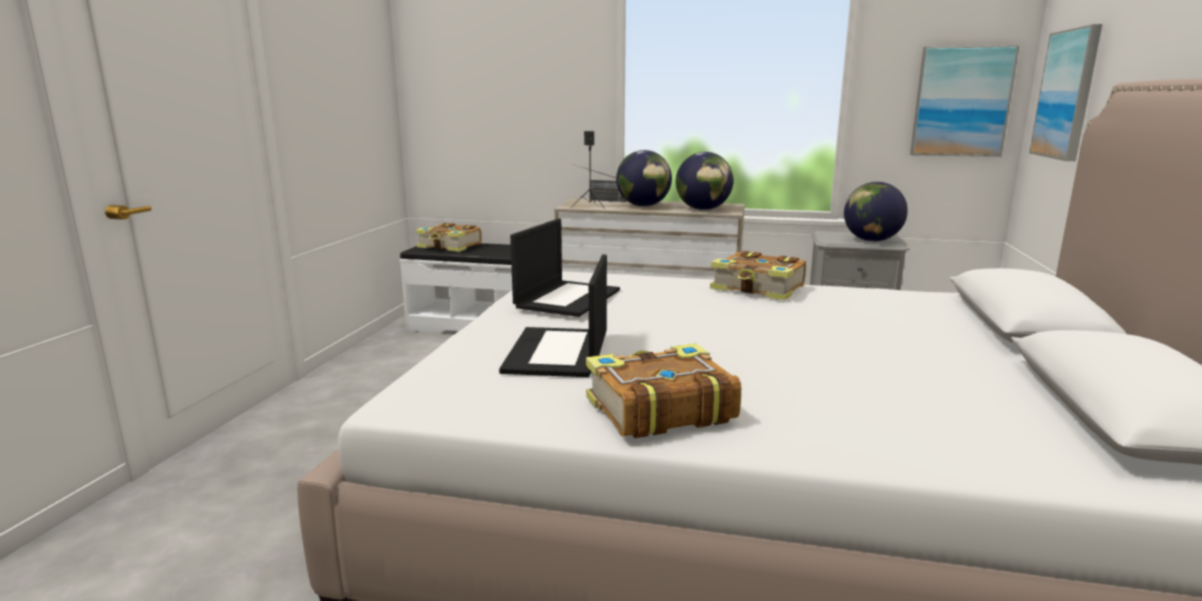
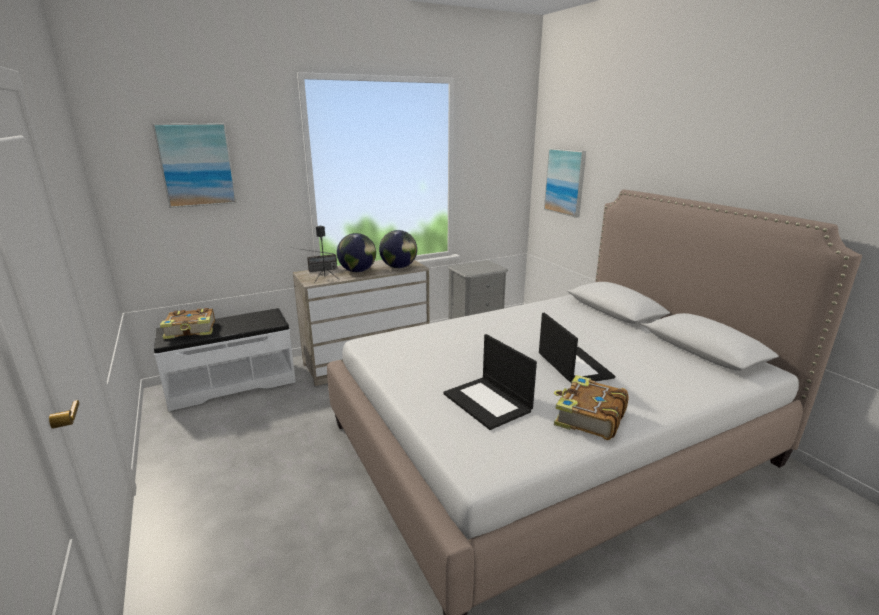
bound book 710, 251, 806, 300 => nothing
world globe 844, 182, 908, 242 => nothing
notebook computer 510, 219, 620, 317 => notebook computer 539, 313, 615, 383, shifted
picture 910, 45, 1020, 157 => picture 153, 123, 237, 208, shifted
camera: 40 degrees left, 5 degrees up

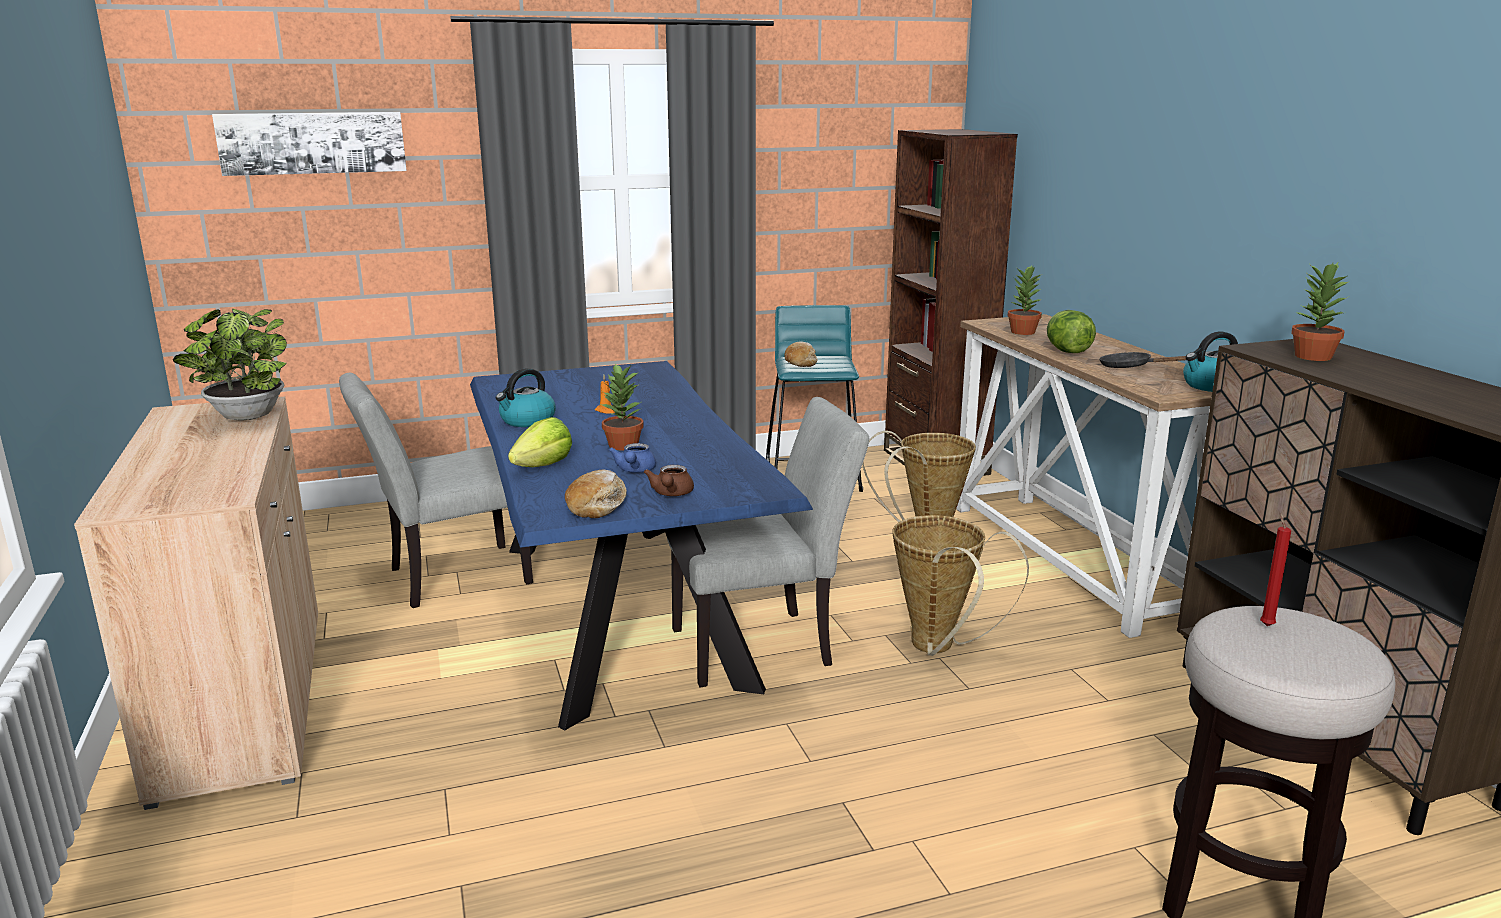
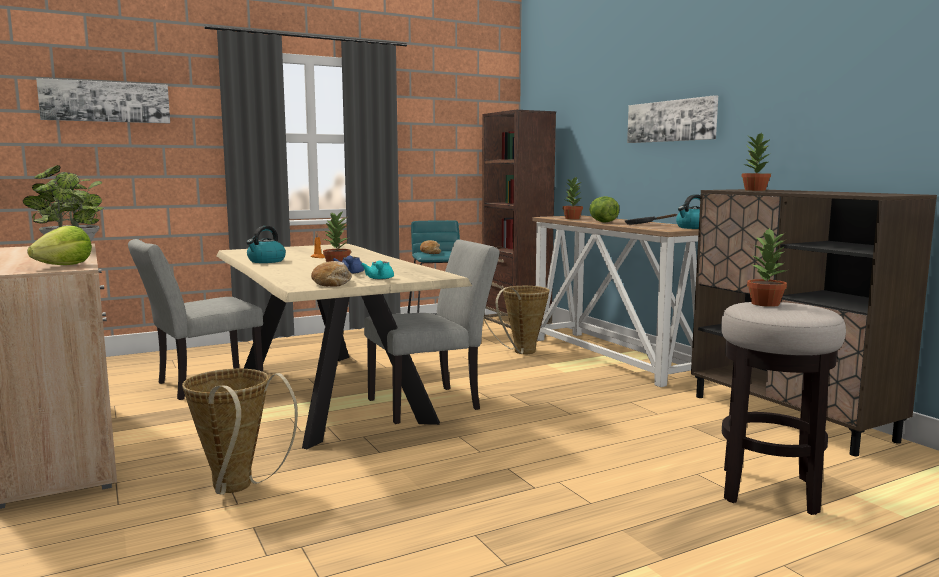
nothing => picture 627, 95, 718, 143
head of lettuce 508, 417, 572, 467 => head of lettuce 27, 226, 92, 265, shifted
basket 893, 515, 1029, 656 => basket 182, 369, 298, 495, shifted
wax candle (reddish) 1260, 513, 1291, 626 => plant in a pot 747, 228, 787, 307
dining table (bluish) 470, 361, 813, 731 => dining table (beige) 216, 244, 472, 449
teapot (brownish) 644, 465, 694, 496 => teapot (blue-green) 361, 260, 394, 279
camera: 10 degrees left, 10 degrees down

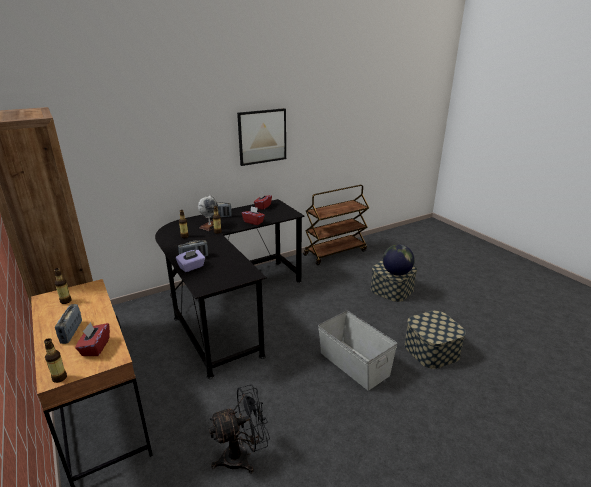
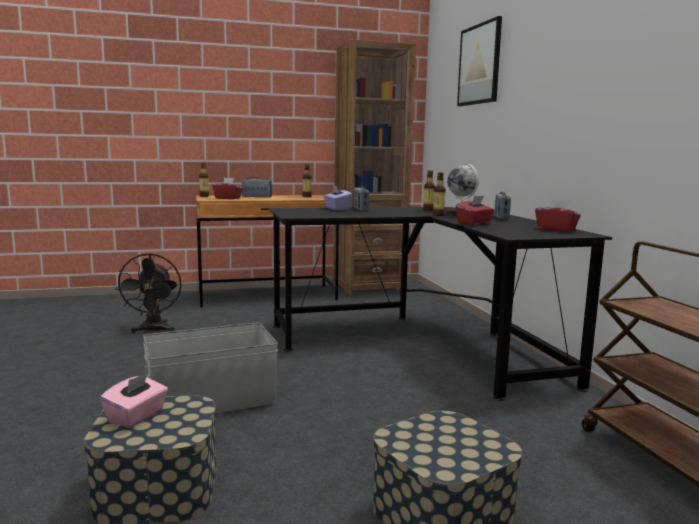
world globe 383, 244, 415, 276 => nothing
nothing => tissue box (pink) 100, 372, 168, 428
picture 237, 108, 286, 166 => picture 457, 16, 502, 106, shifted
camera: 105 degrees right, 15 degrees down

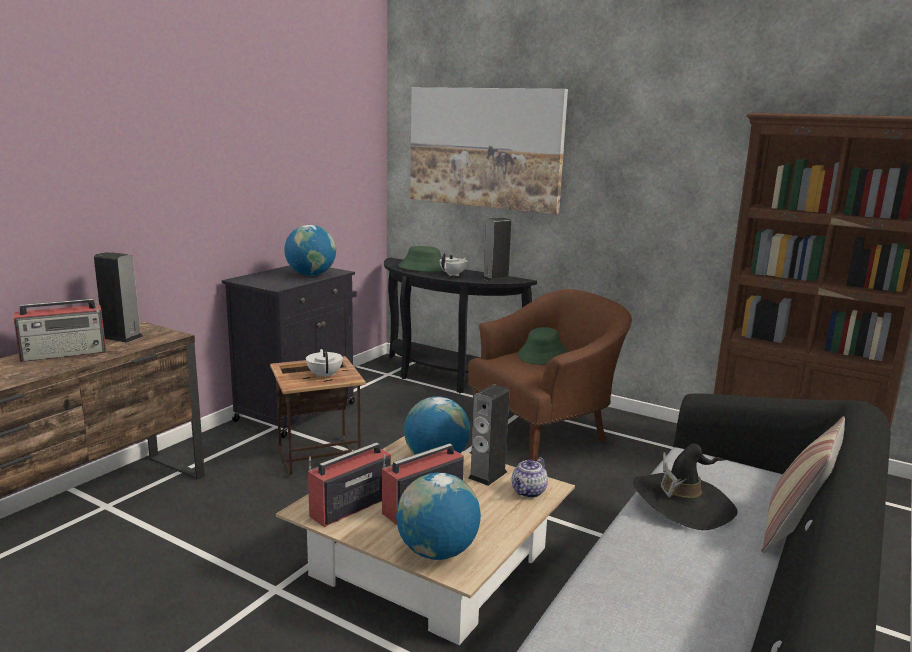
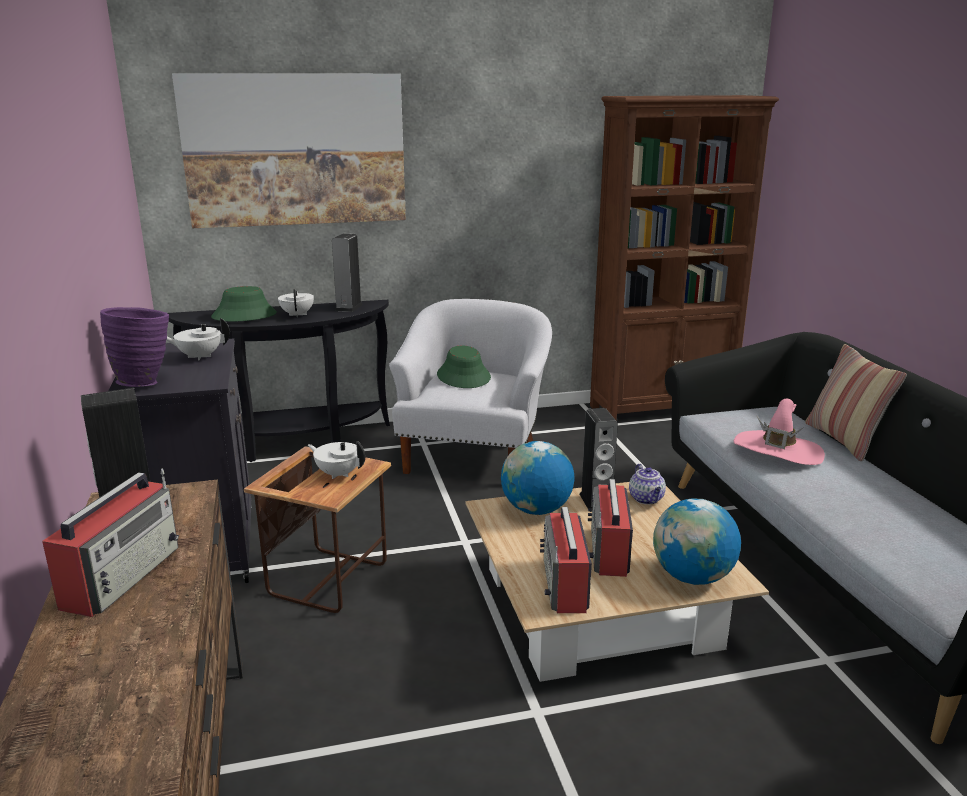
nothing => decorative vase (purplish) 100, 307, 169, 387
world globe 284, 225, 336, 276 => teapot (whitish) 166, 318, 230, 361
lounge chair (brownish) 468, 289, 632, 461 => lounge chair (whitish) 389, 299, 552, 474
hat (blackish) 633, 444, 738, 530 => hat (pink) 734, 399, 825, 465
camera: 45 degrees left, 5 degrees up

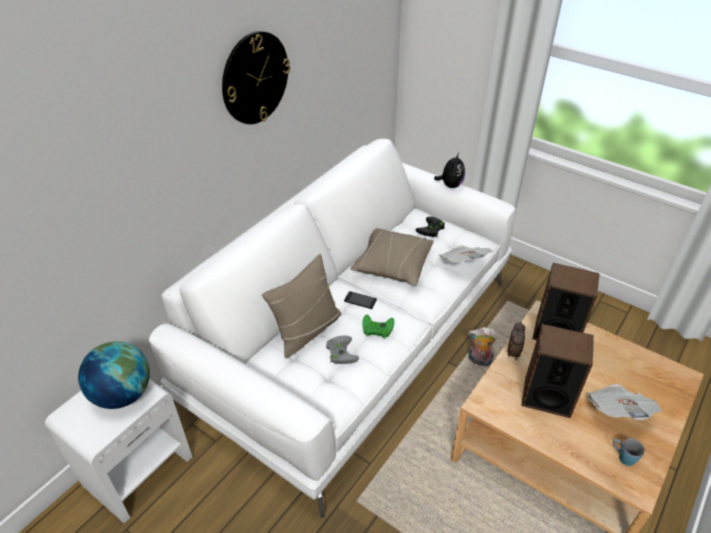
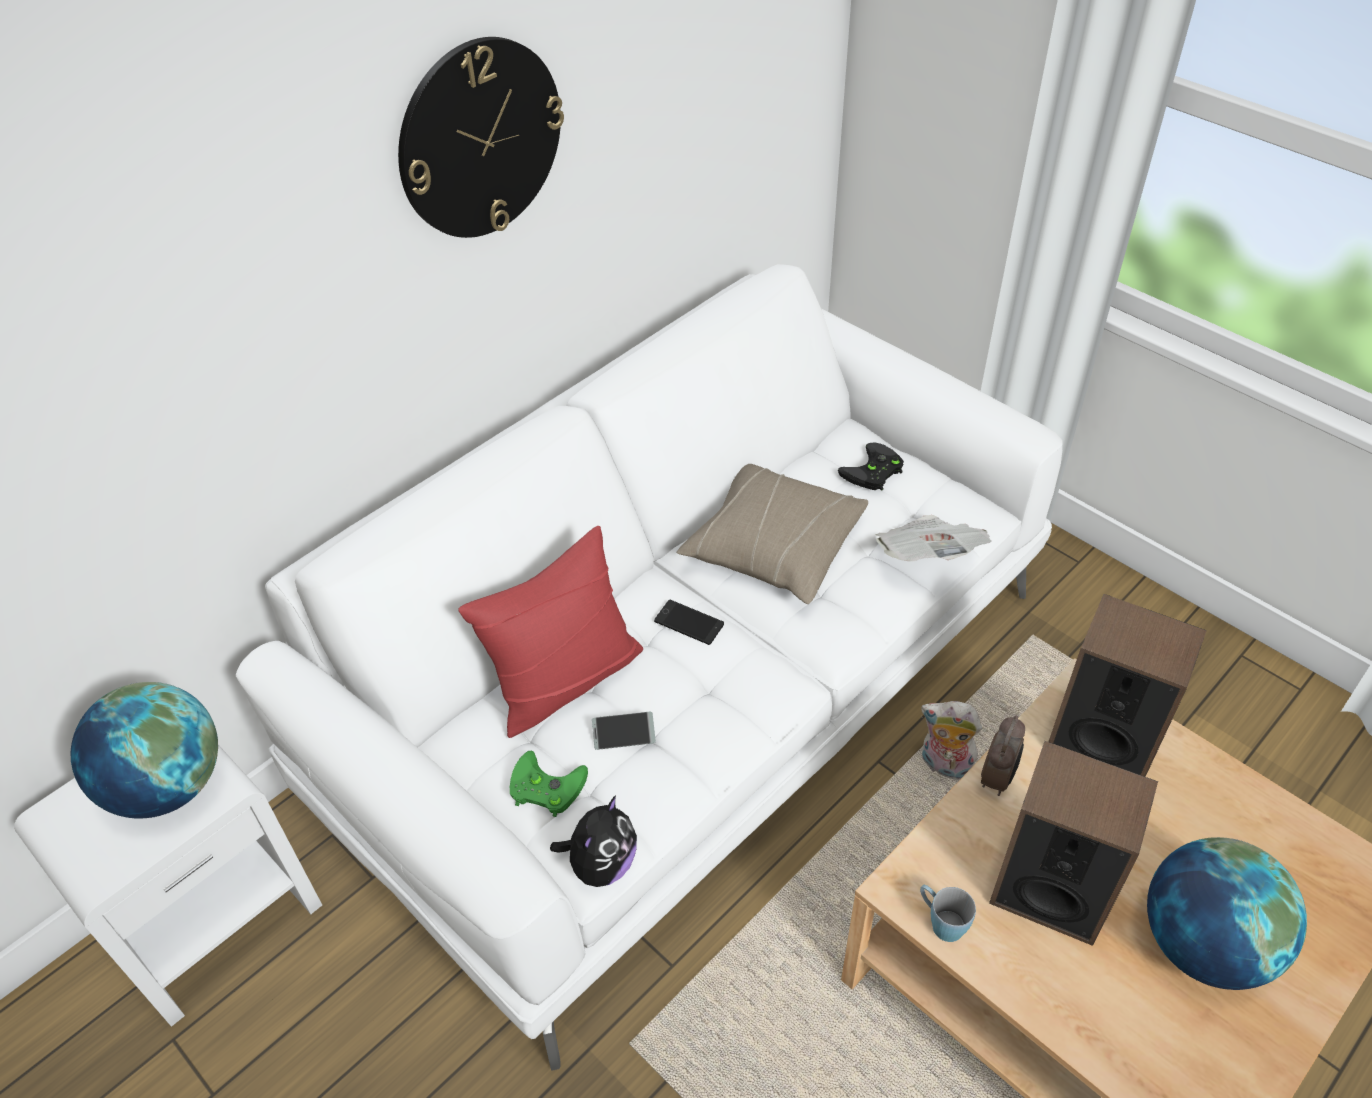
game controller (green) 362, 315, 394, 339 => game controller (green) 510, 750, 588, 817, shifted
cuddly toy 434, 153, 465, 188 => cuddly toy 550, 795, 637, 887, shifted
mug (bluish) 613, 438, 645, 466 => mug (bluish) 920, 885, 976, 942, shifted
game controller (grey) 326, 335, 359, 364 => phone 592, 712, 656, 750
printed paper 587, 384, 662, 421 => world globe 1147, 837, 1307, 990
cushion (beige) 262, 254, 341, 359 => cushion (reddish) 458, 526, 643, 738
camera: 10 degrees right, 5 degrees up

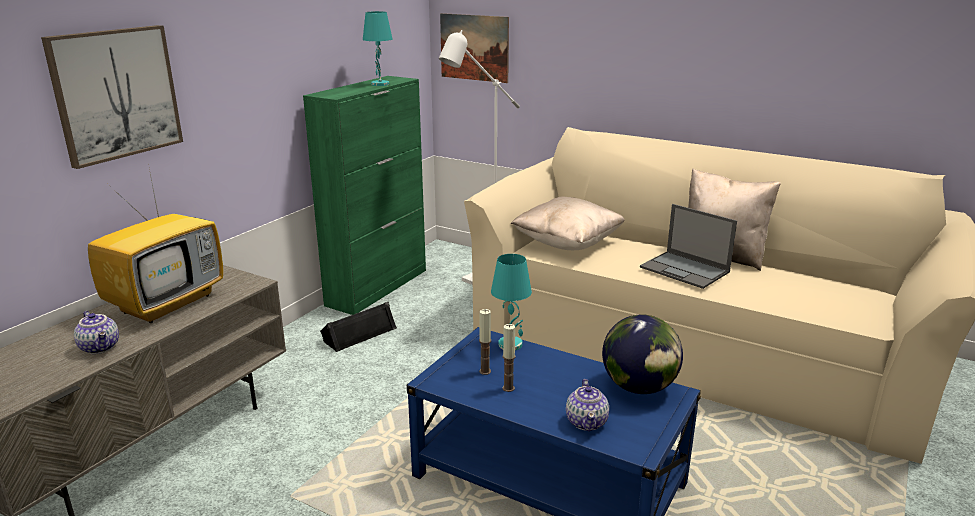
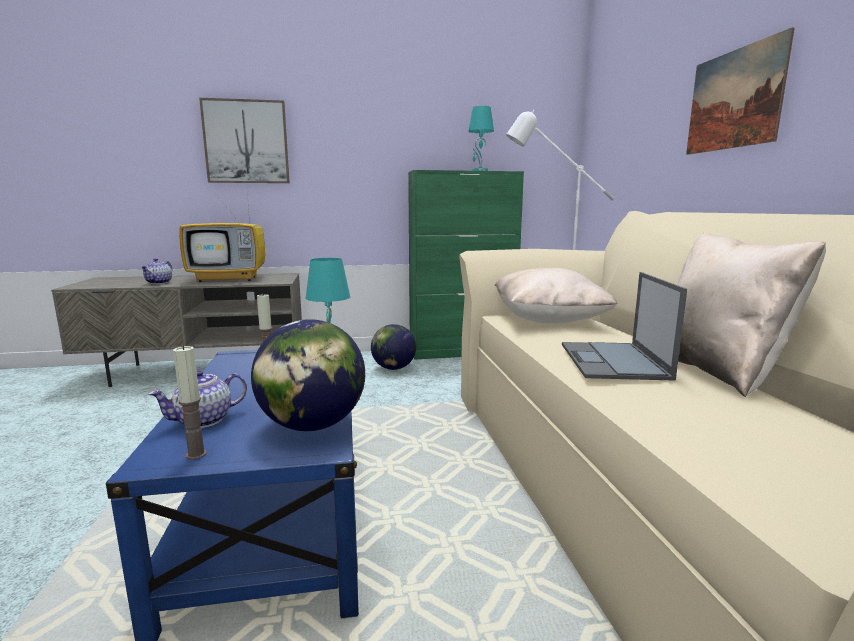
picture 440, 13, 509, 83 => picture 686, 28, 795, 155, shifted
wax candle 502, 324, 515, 392 => wax candle 173, 345, 207, 460, shifted
loudspeaker (blackish) 320, 302, 397, 352 => world globe 371, 324, 416, 370
camera: 50 degrees right, 10 degrees down

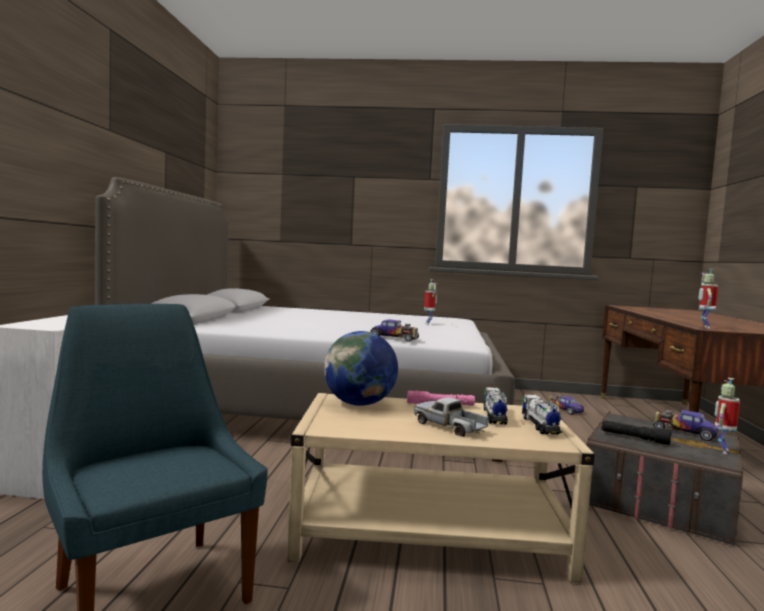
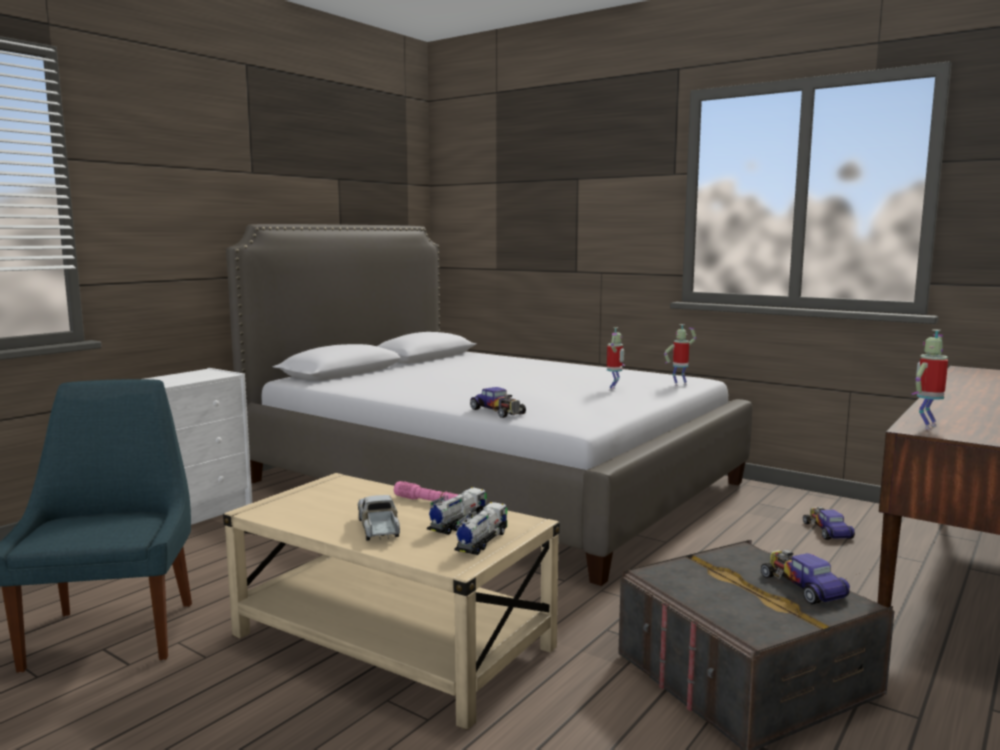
world globe 324, 331, 398, 406 => nothing
torch (blackish) 601, 420, 671, 445 => nothing
model robot 715, 378, 740, 454 => model robot 664, 324, 696, 386, shifted
camera: 30 degrees right, 5 degrees up

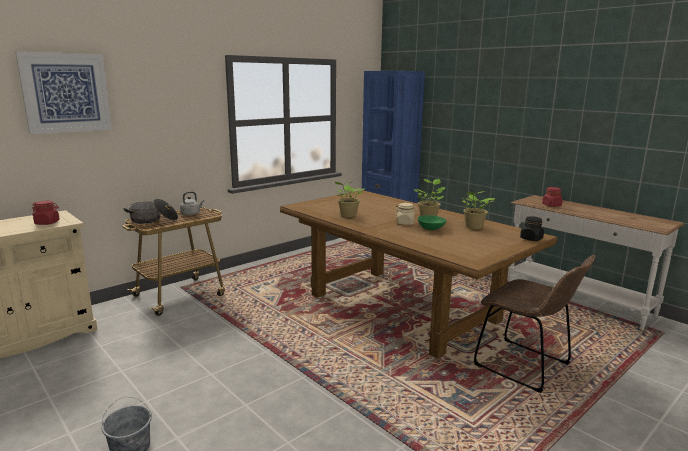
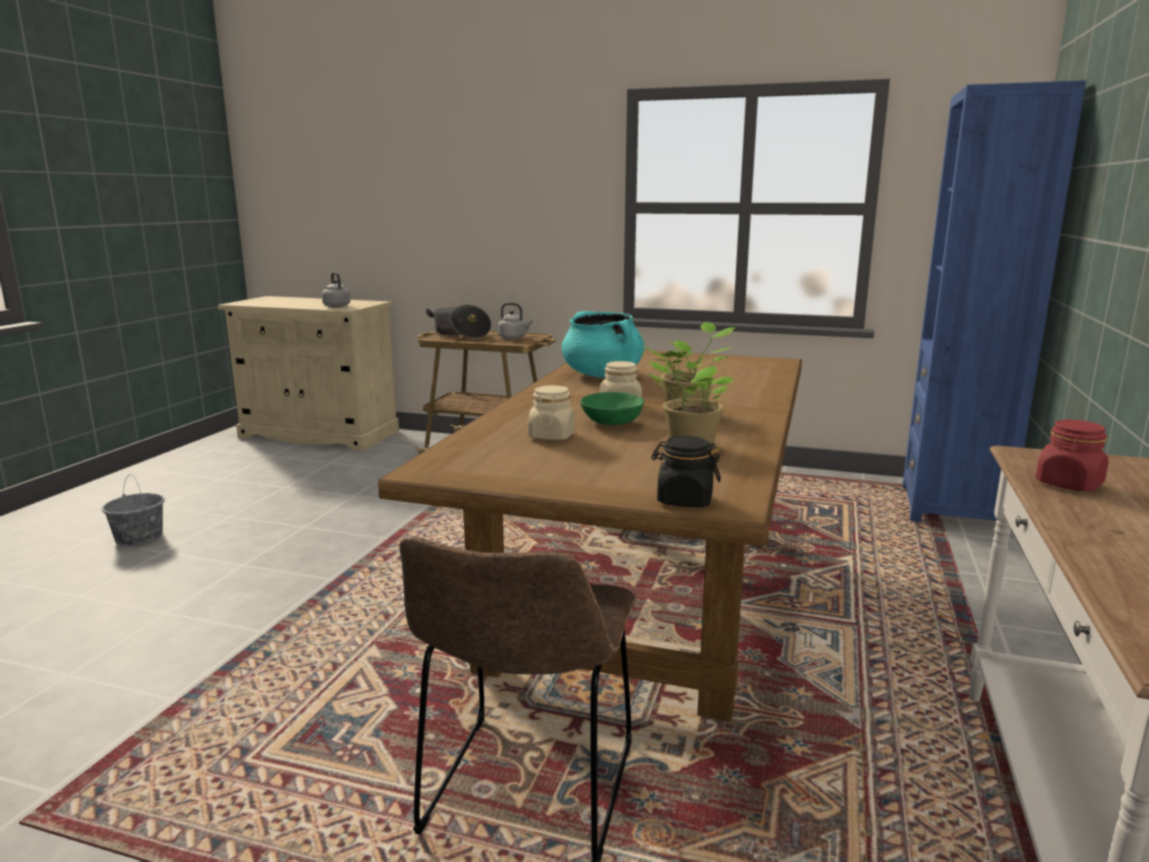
picture 15, 51, 112, 134 => nothing
nothing => storage jar (beige) 528, 385, 575, 440
storage jar (reddish) 32, 201, 60, 225 => tea kettle (grey) 322, 272, 351, 307
plant in a pot 335, 181, 365, 217 => saucepot (blue-green) 561, 311, 644, 378
camera: 60 degrees right, 0 degrees up

